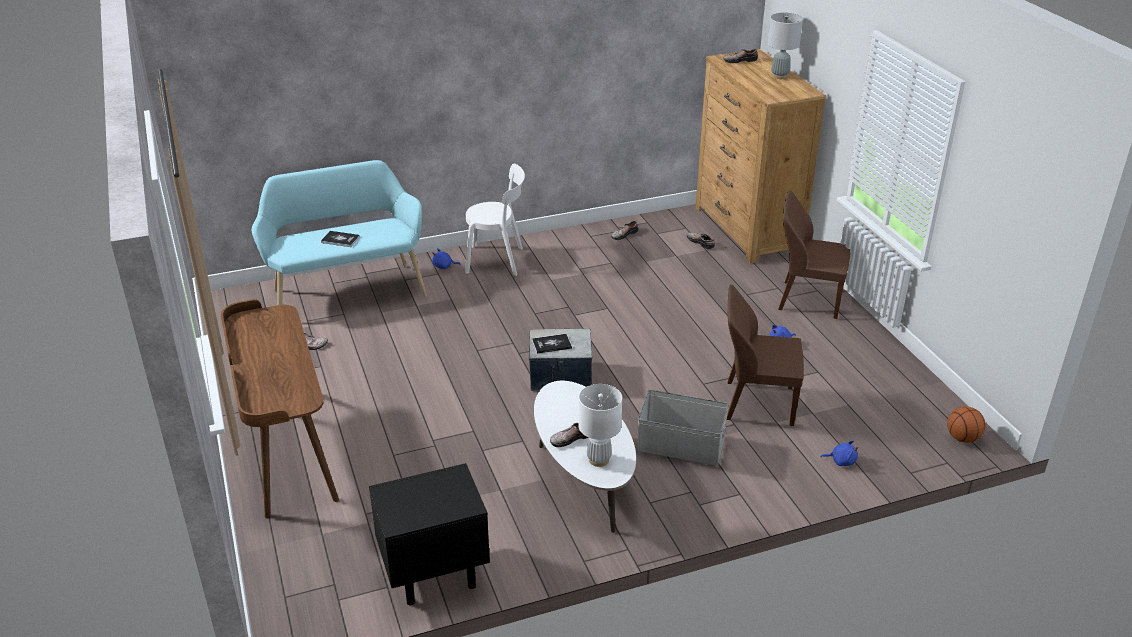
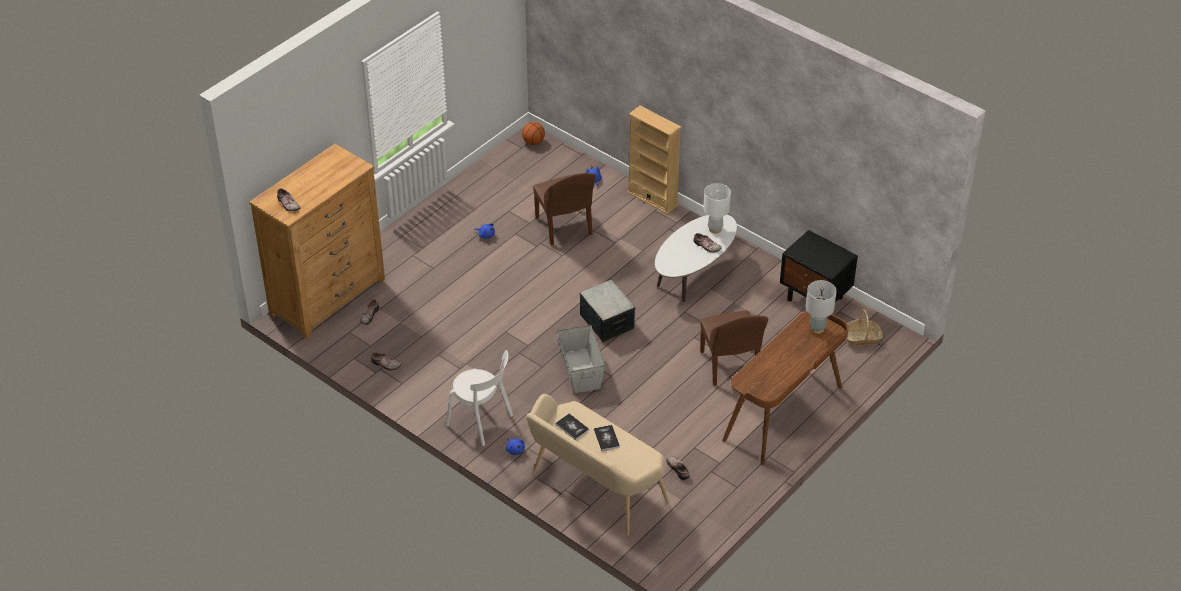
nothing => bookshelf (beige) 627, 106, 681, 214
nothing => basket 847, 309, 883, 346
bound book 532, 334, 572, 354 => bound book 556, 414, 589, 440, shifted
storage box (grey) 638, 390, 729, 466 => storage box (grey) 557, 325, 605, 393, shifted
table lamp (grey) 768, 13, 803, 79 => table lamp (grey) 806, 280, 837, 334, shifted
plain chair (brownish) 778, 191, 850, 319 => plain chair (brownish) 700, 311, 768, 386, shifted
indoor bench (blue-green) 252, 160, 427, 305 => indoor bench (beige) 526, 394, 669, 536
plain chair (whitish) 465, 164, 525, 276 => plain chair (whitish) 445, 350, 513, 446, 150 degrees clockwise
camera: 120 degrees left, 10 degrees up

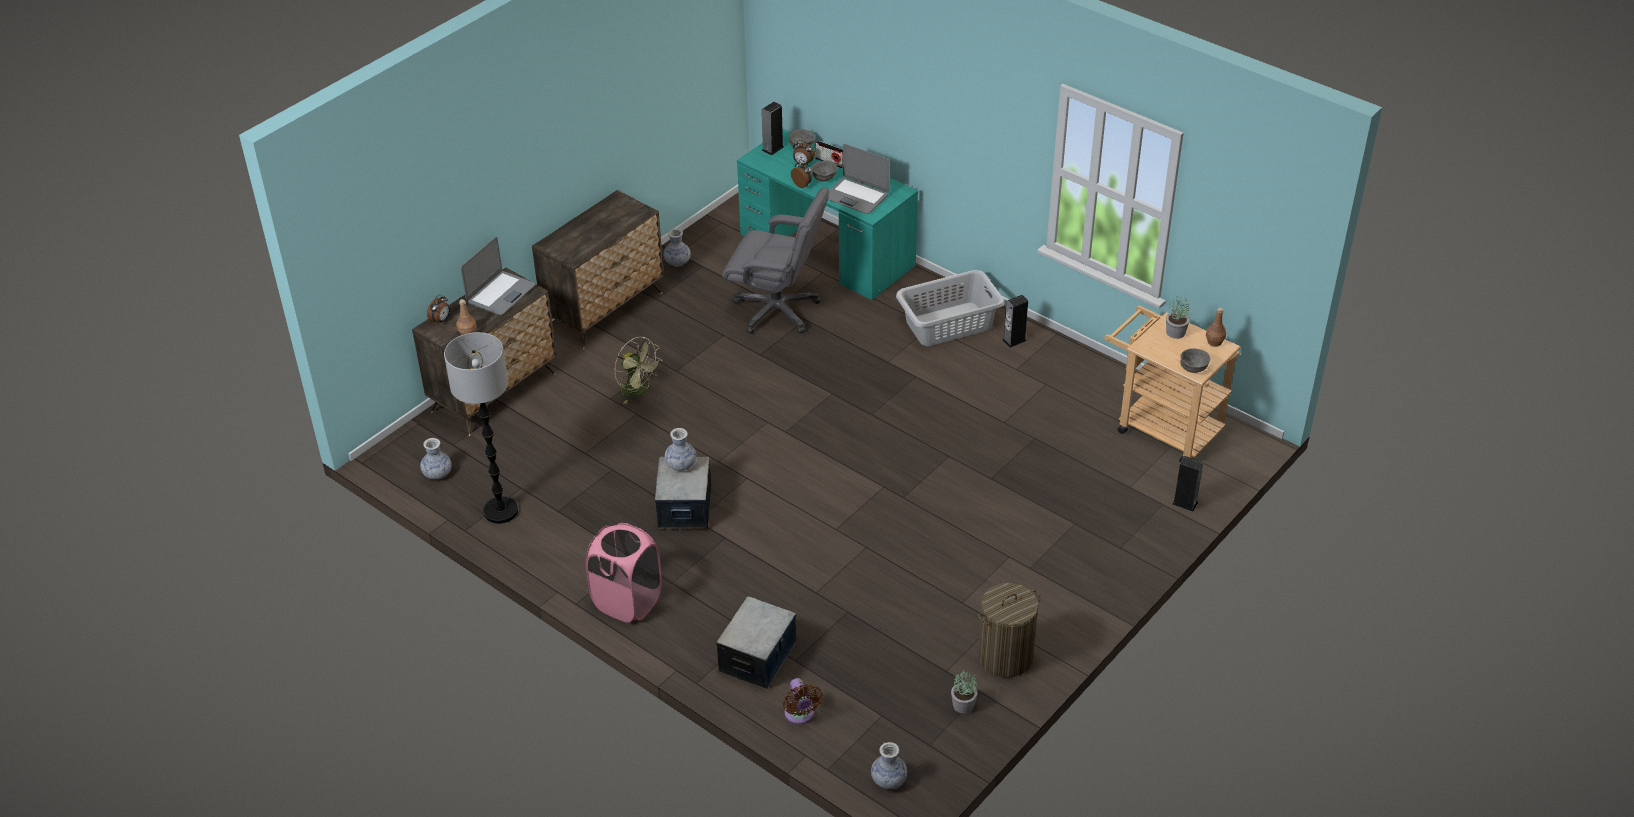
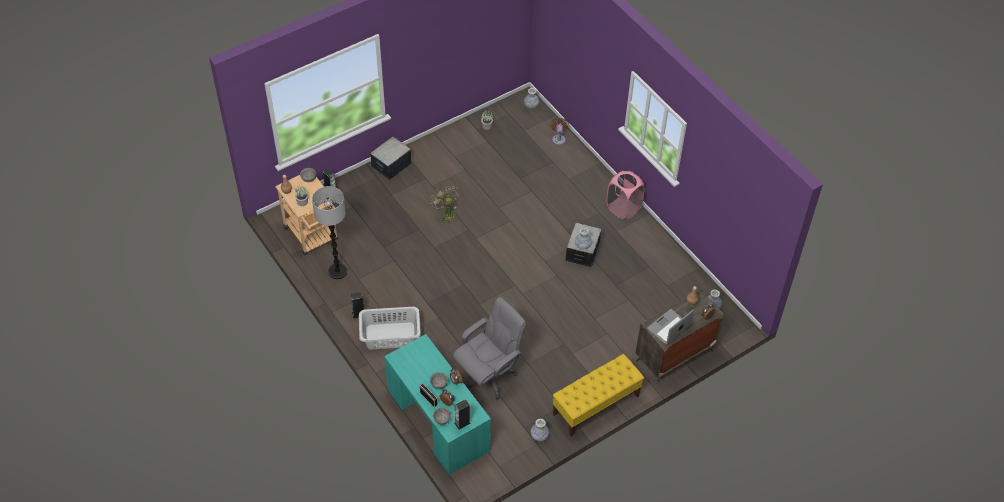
notebook computer 828, 144, 890, 214 => nothing
washing basket 978, 583, 1040, 678 => nothing
standing lamp 444, 332, 518, 524 => standing lamp 312, 186, 347, 280, shifted
fan (green) 614, 336, 660, 404 => fan (green) 430, 186, 459, 223, shifted
storage box 716, 596, 796, 689 => storage box 370, 137, 411, 180, shifted
drawer chest 532, 190, 664, 349 => indoor bench (yellow) 553, 354, 644, 437
desk chair (grey) 722, 188, 829, 333 => desk chair (grey) 453, 297, 526, 399, 105 degrees clockwise
camera: 165 degrees left, 10 degrees up

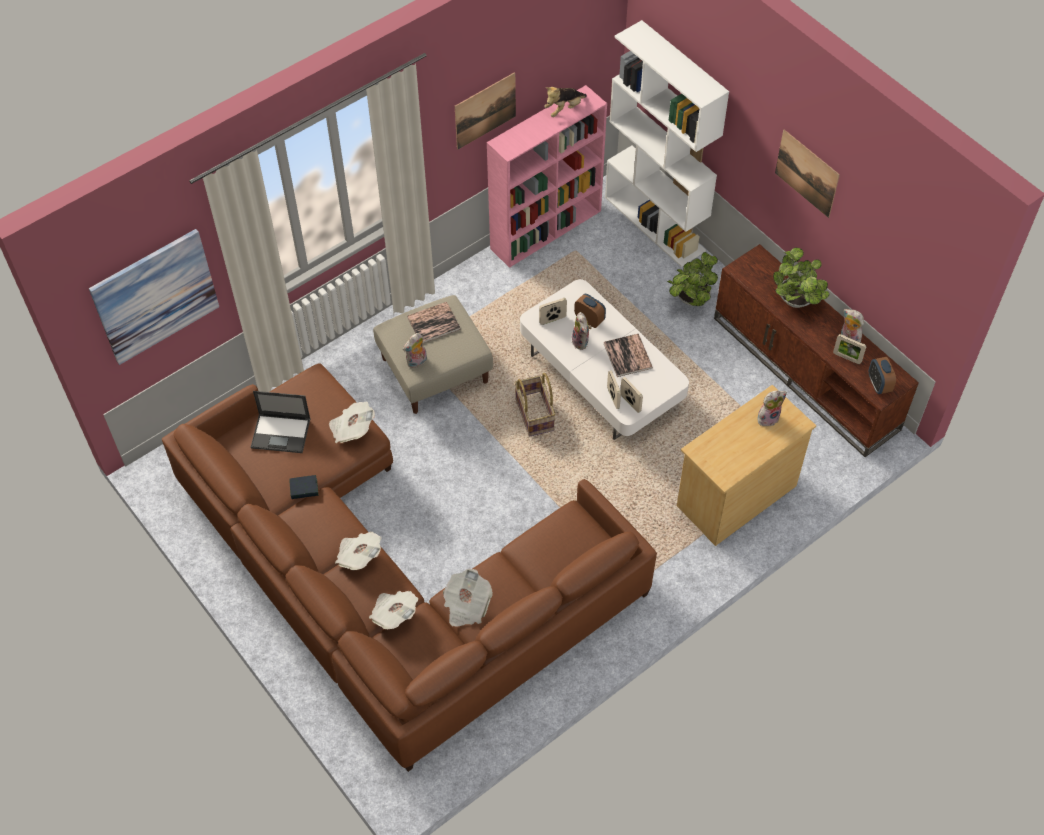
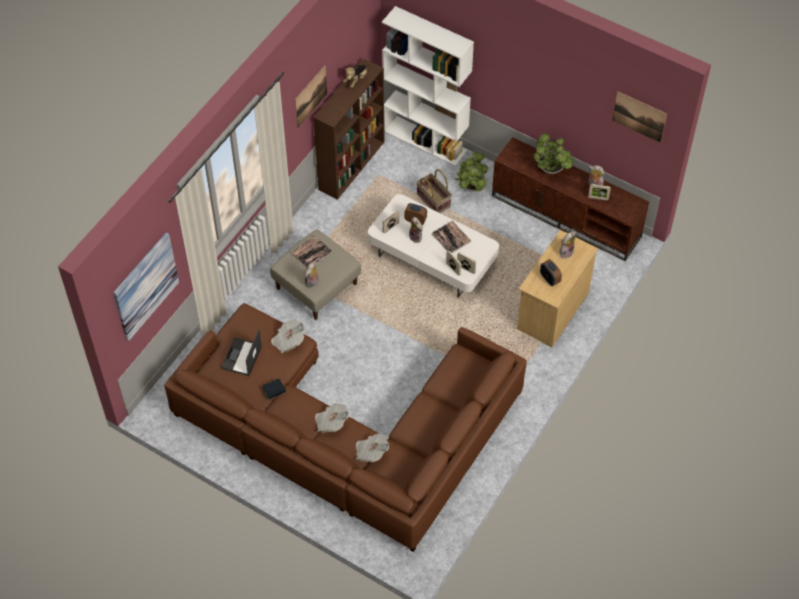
printed paper 443, 569, 493, 627 => nothing
basket 515, 373, 555, 436 => basket 416, 169, 452, 213, shifted
picture 775, 129, 840, 218 => picture 612, 92, 667, 143, shifted
table clock 869, 357, 896, 394 => table clock 540, 259, 562, 286, shifted
bookshelf (pink) 487, 85, 607, 268 => bookshelf (brownish) 313, 59, 385, 200
notebook computer 251, 391, 311, 453 => notebook computer 221, 330, 262, 376, 120 degrees clockwise
camera: 20 degrees left, 0 degrees up

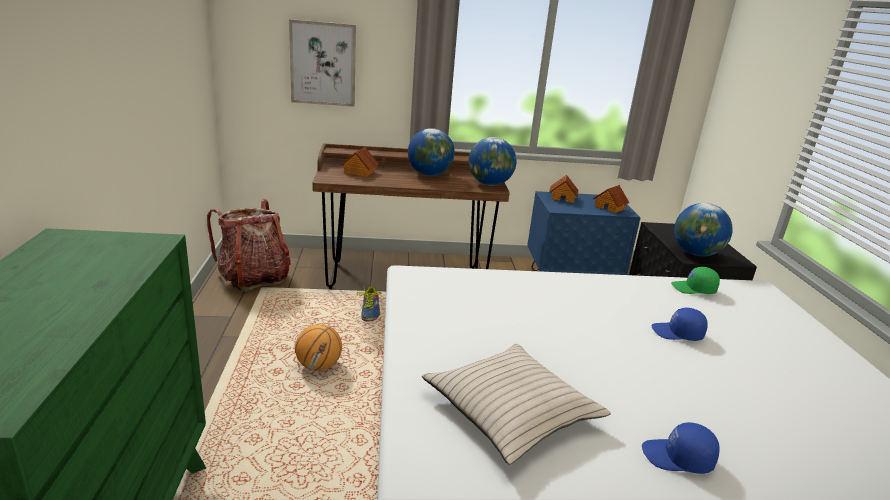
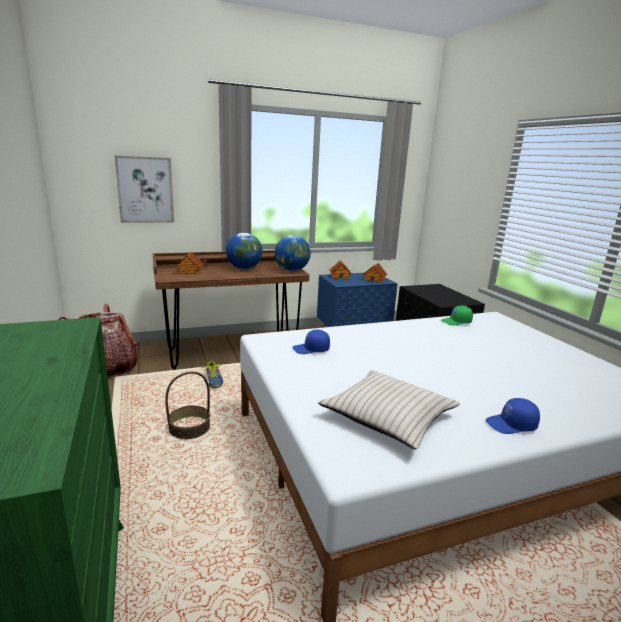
world globe 674, 203, 733, 256 => nothing
baseball cap (bluish) 651, 308, 708, 341 => baseball cap (bluish) 292, 330, 330, 354, shifted
basketball ball 295, 324, 342, 371 => basket 165, 371, 210, 439
camera: 15 degrees left, 5 degrees down

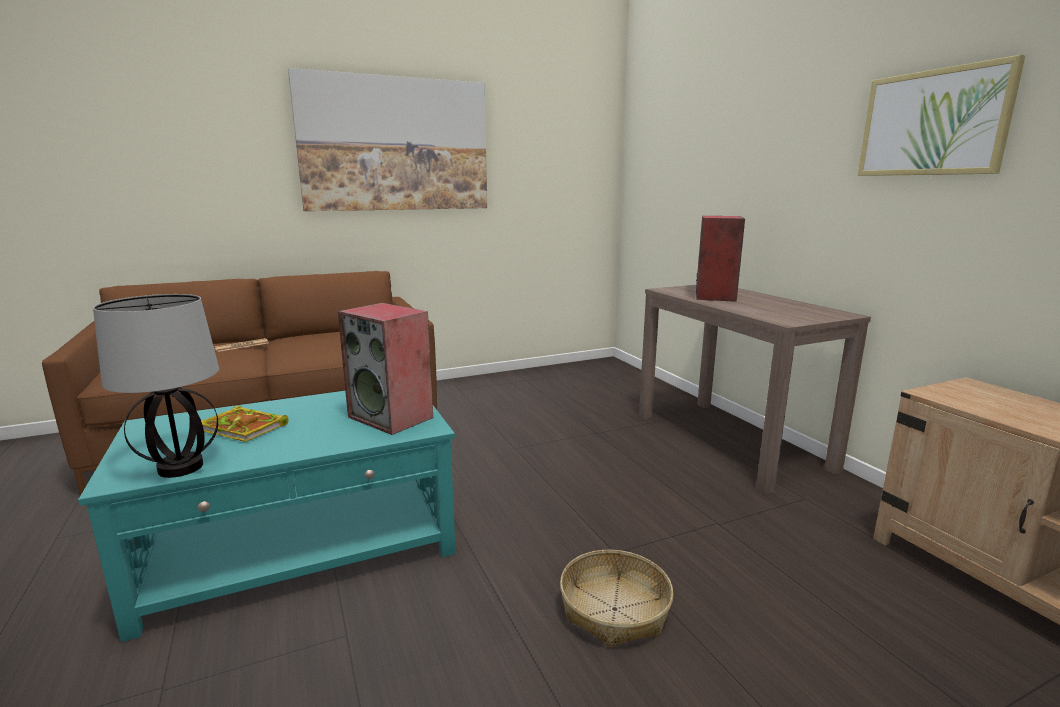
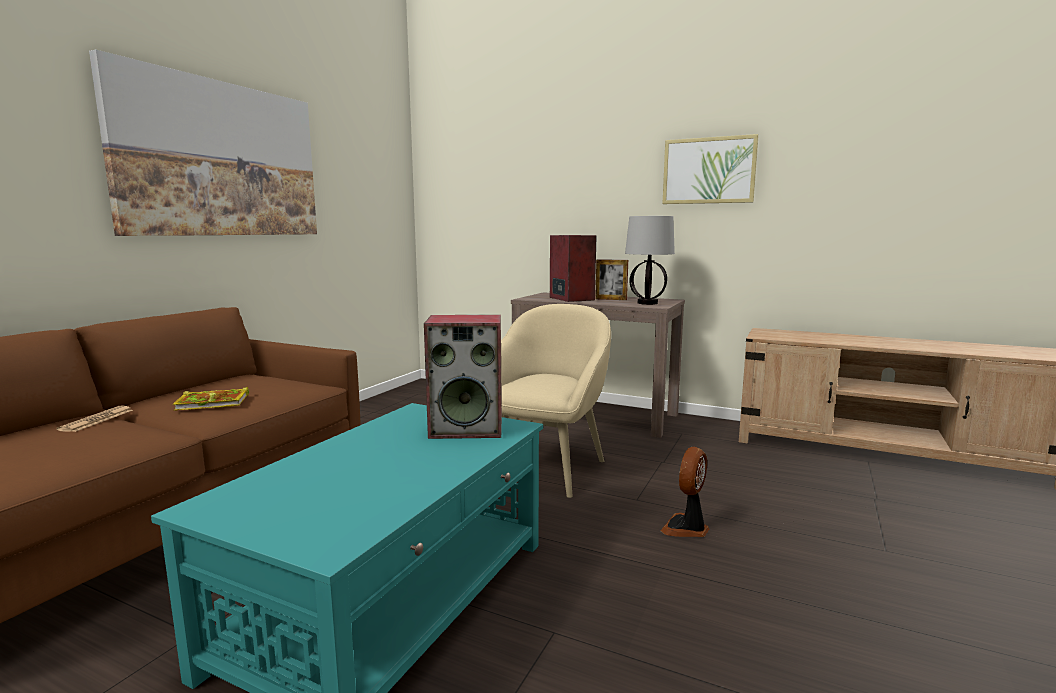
nothing => lounge chair (beige) 501, 304, 611, 498
nothing => picture frame 595, 259, 628, 300
table lamp 93, 294, 219, 478 => table lamp 625, 216, 675, 305, shifted
bound book 201, 405, 289, 442 => bound book 173, 387, 249, 411, shifted
basket 560, 550, 674, 648 => fan 660, 447, 709, 537
camera: 40 degrees left, 5 degrees down

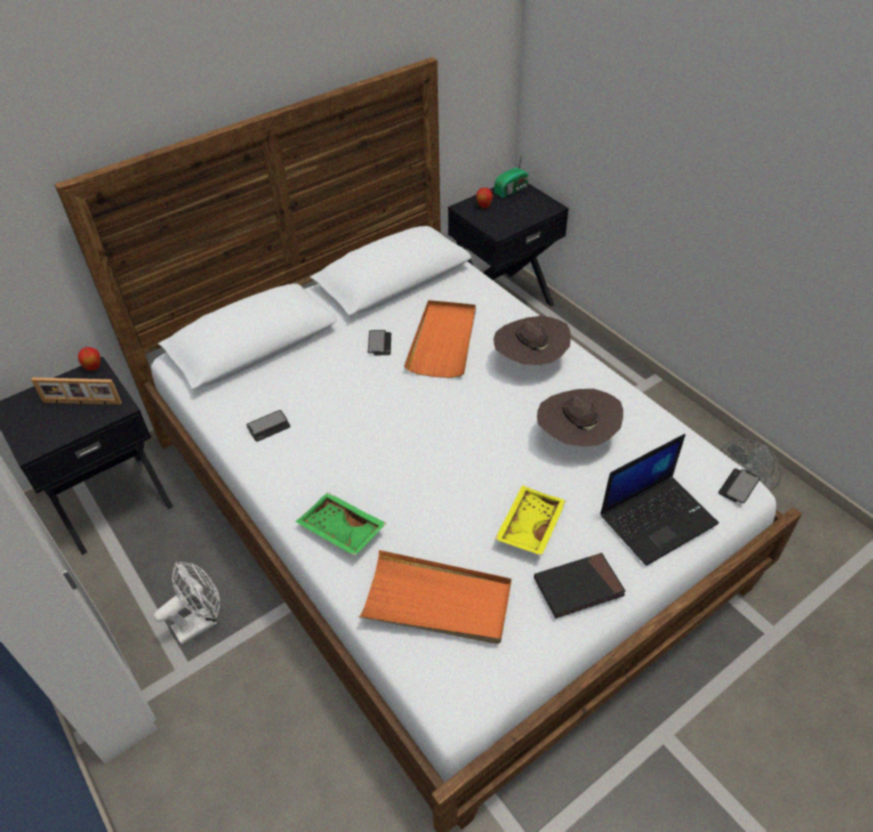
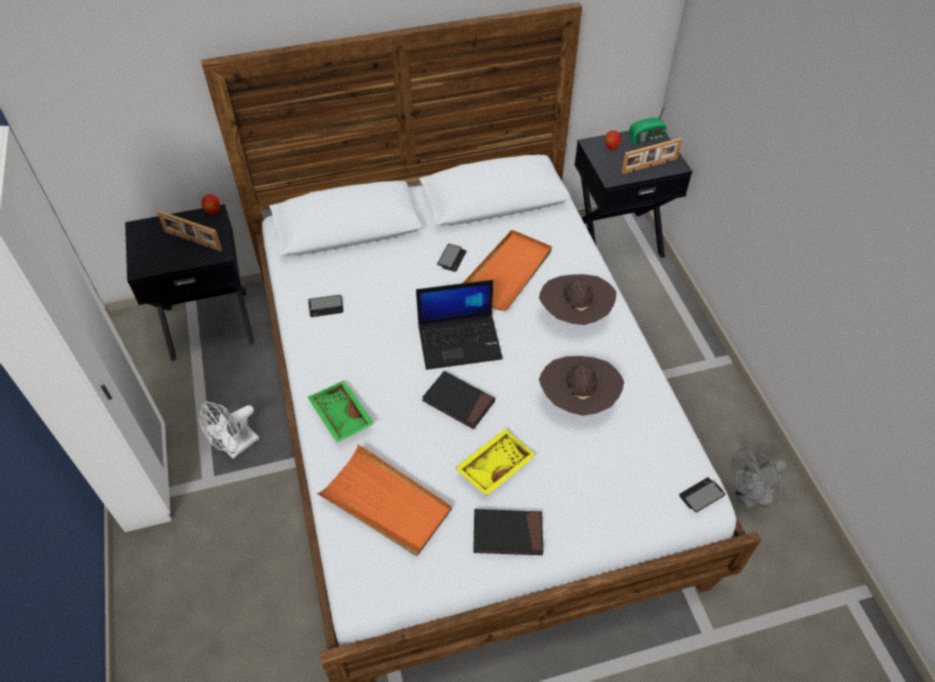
nothing => bound book (blackish) 422, 371, 495, 429
nothing => picture frame 621, 138, 682, 174
notebook computer 600, 434, 719, 566 => notebook computer 416, 280, 503, 370, shifted
fan (whitish) 154, 561, 221, 645 => fan (whitish) 199, 401, 259, 459, 150 degrees clockwise
camera: 20 degrees right, 5 degrees up

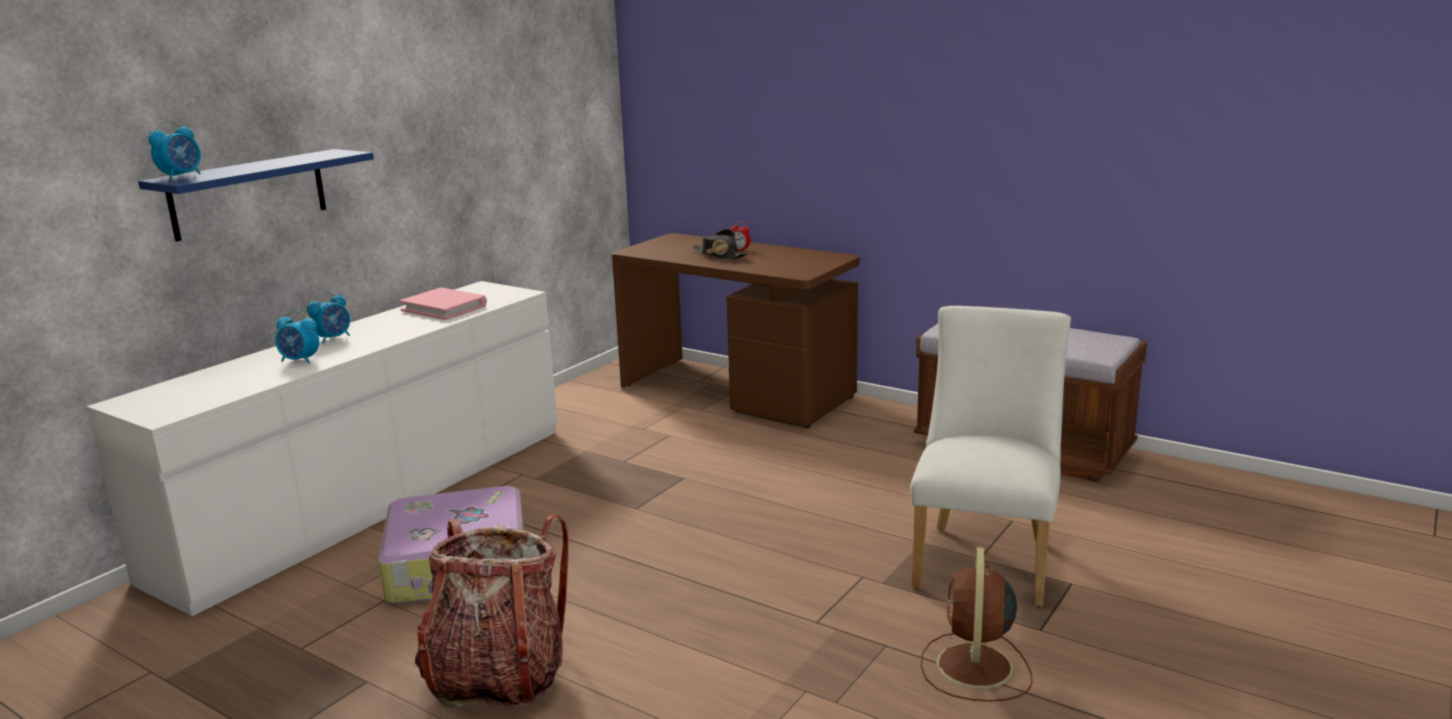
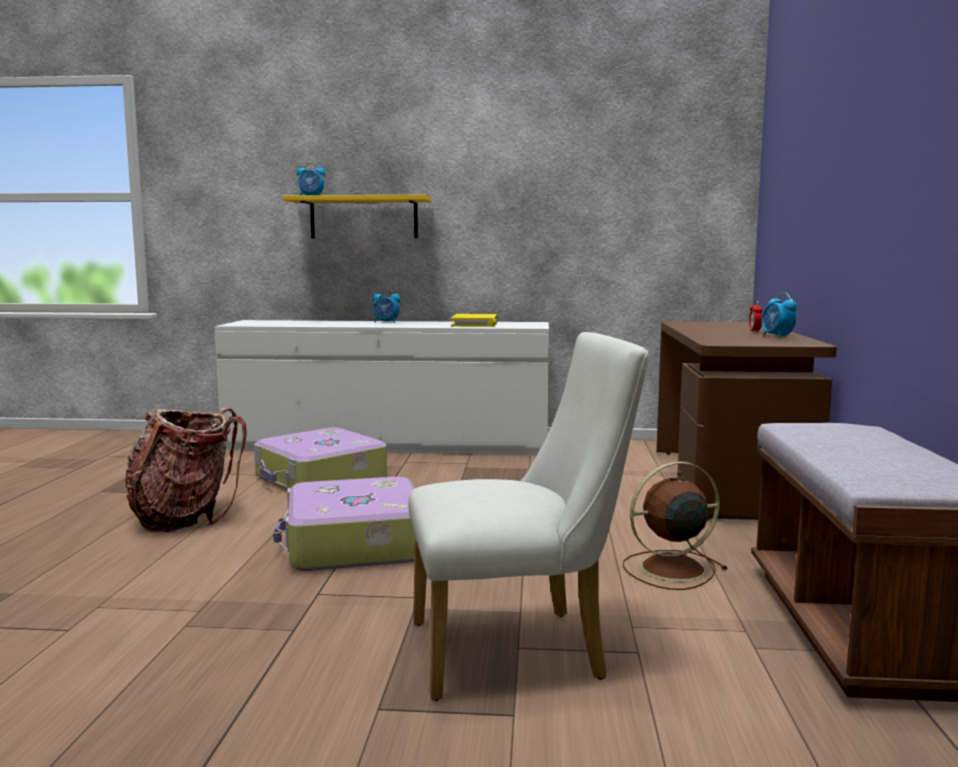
hat (blackish) 693, 229, 749, 260 => nothing
nothing => suitcase 273, 477, 415, 571
table clock 275, 310, 319, 363 => table clock 762, 293, 797, 338, shifted
fan (brownish) 921, 547, 1033, 702 => fan (brownish) 623, 461, 728, 590, shifted
wall shelf (bluish) 138, 149, 374, 242 => wall shelf (yellow) 283, 195, 432, 238
bound book (pink) 399, 287, 487, 320 => bound book (yellow) 451, 314, 499, 327
camera: 60 degrees right, 10 degrees down

